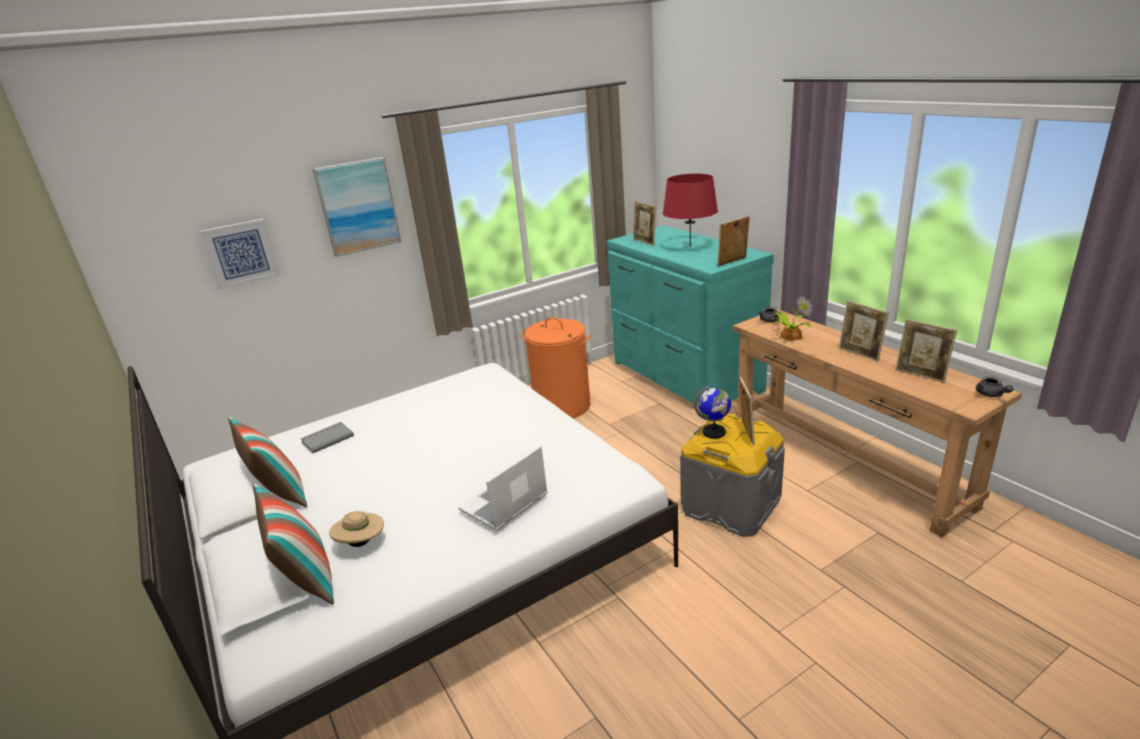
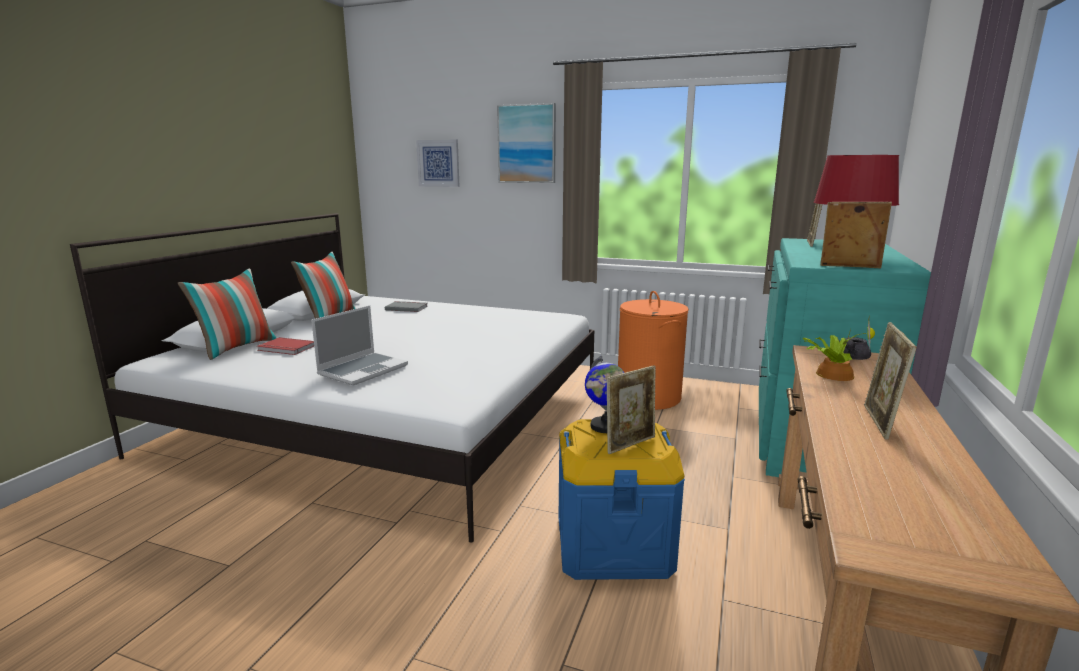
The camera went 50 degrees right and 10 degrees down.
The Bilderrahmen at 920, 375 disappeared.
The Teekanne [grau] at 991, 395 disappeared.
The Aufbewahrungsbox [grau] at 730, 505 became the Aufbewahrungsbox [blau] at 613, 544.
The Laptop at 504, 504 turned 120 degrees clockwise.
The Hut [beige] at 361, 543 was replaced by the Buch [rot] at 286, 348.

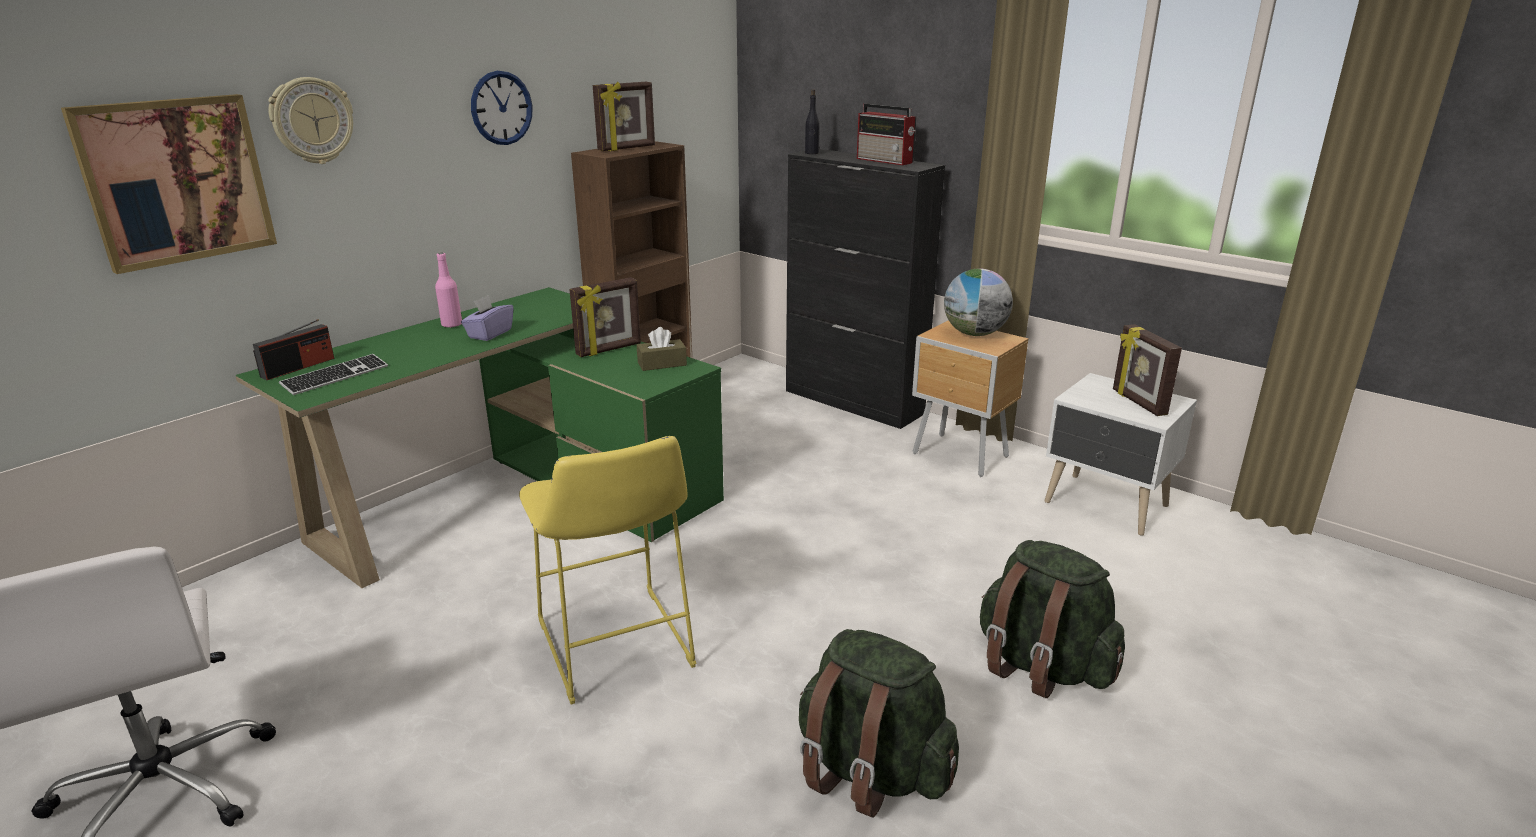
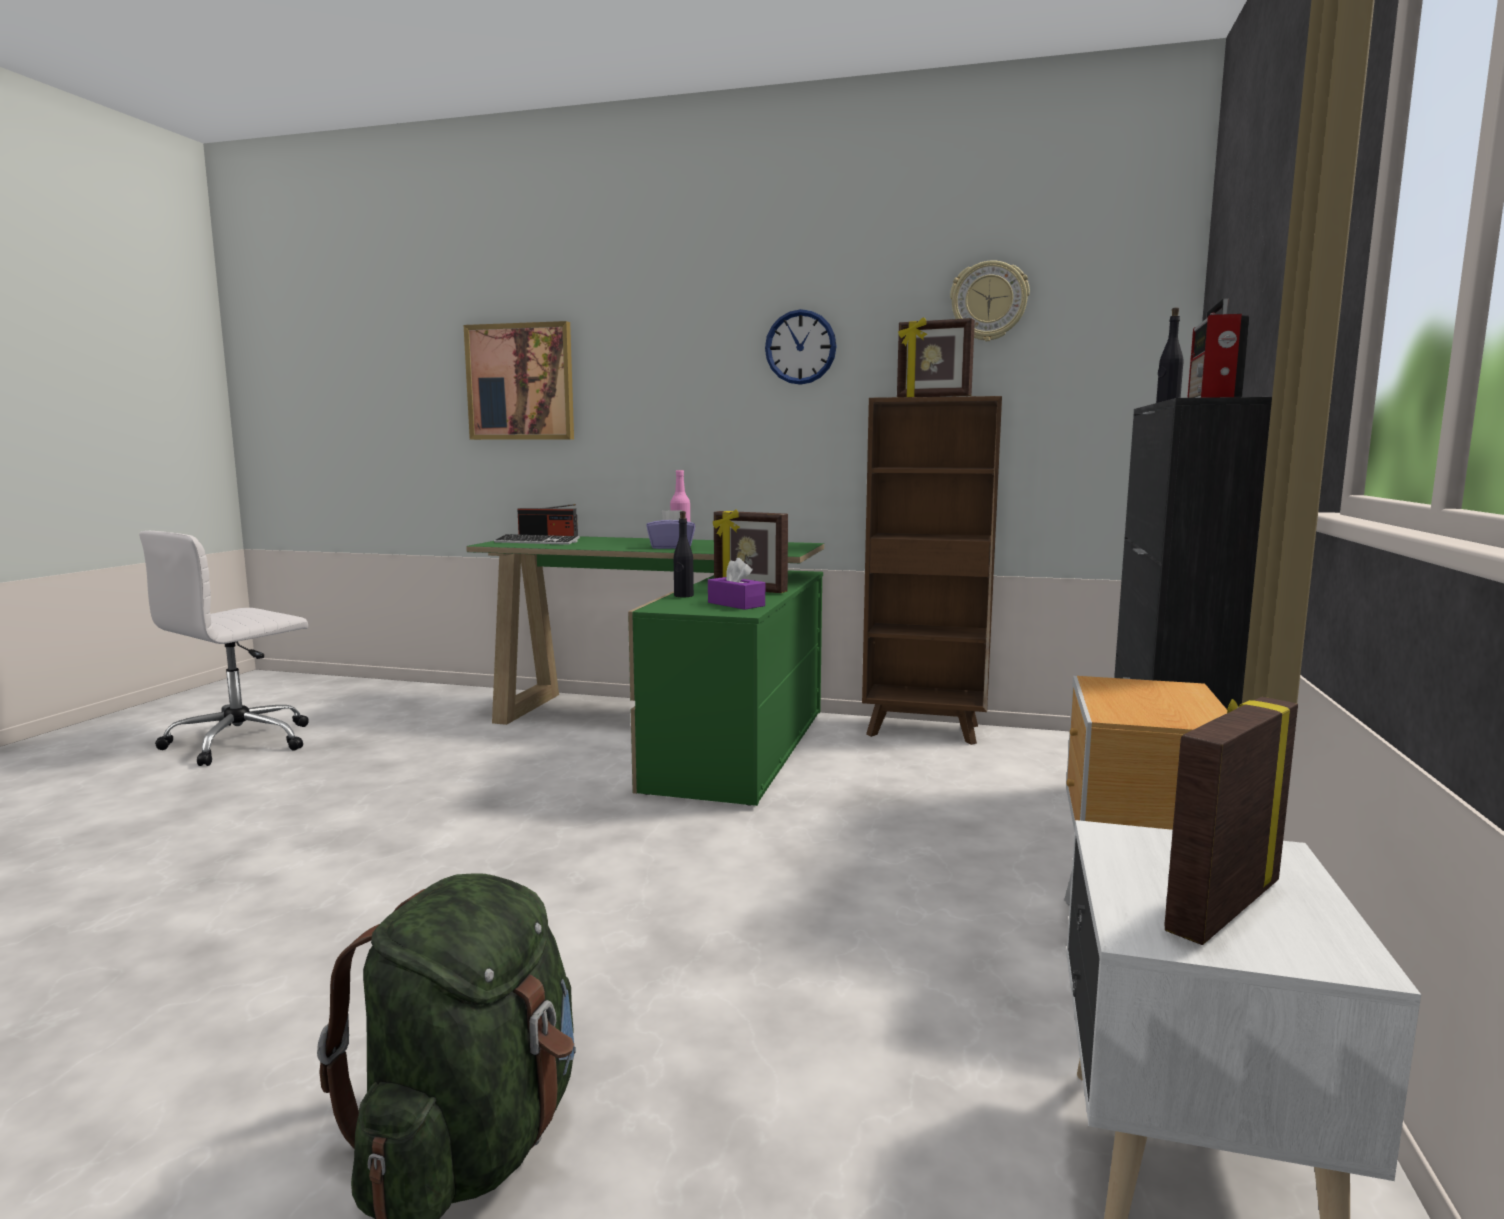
The camera went 65 degrees right and 15 degrees down.
The Wanduhr moved from 312, 120 to 989, 301.
The Globus at 974, 334 disappeared.
The Taschentuchbox [braun] at 662, 364 became the Taschentuchbox [lila] at 736, 604.
The Hocker [gelb] at 616, 650 disappeared.
The Rucksack [grün] at 870, 771 disappeared.
The Flasche [schwarz] at 683, 596 appeared.

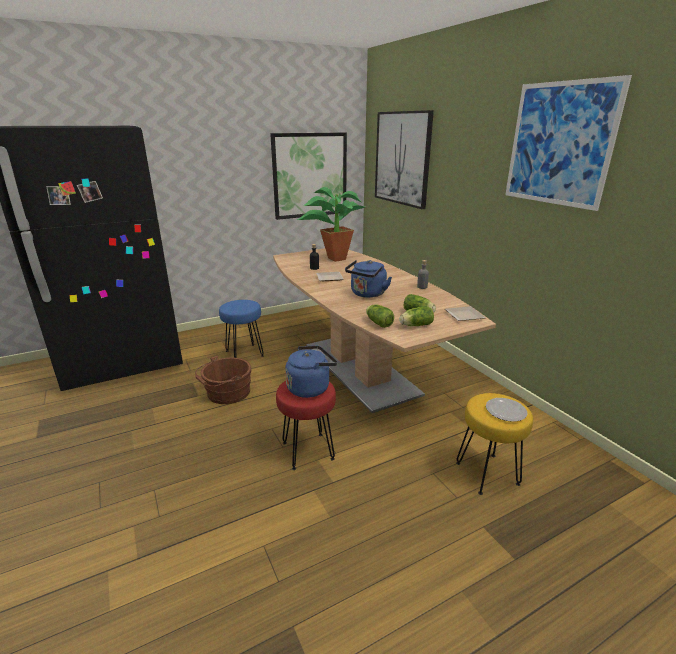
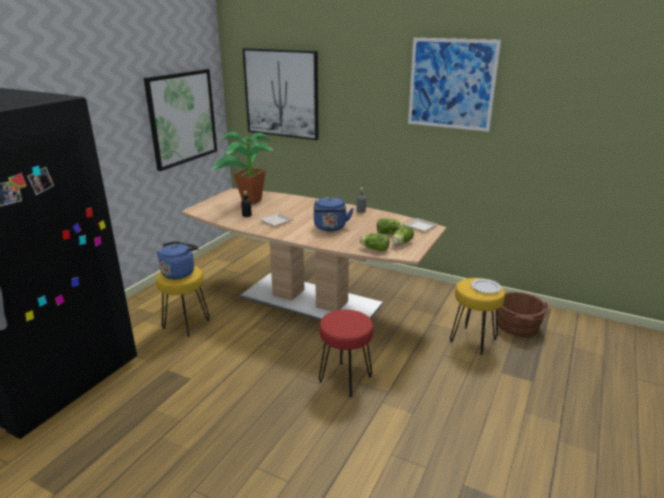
The camera went 35 degrees left and 0 degrees up.
The Hocker [blau] at 244, 353 became the Hocker [gelb] at 185, 324.
The Wasserkessel [blau] moved from 310, 387 to 179, 272.
The Eimer [braun] moved from 226, 393 to 518, 326.

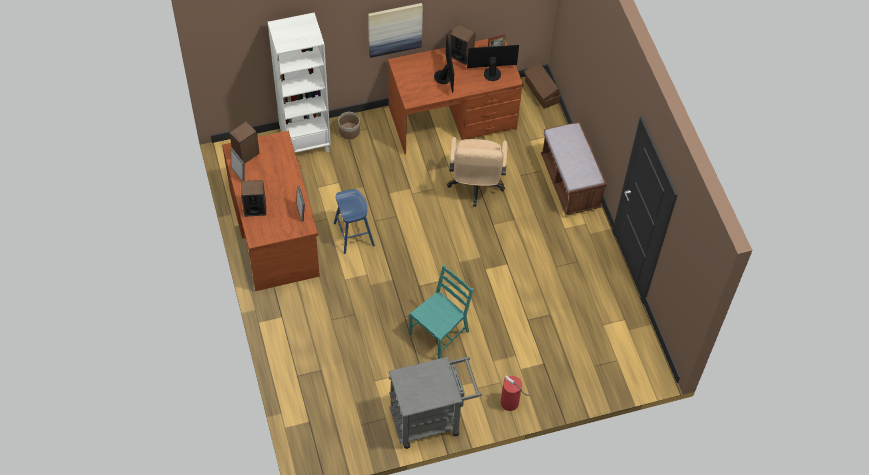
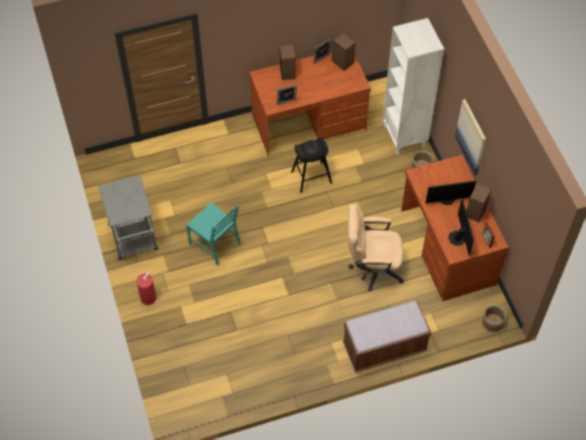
The camera went 90 degrees right and 0 degrees up.
The Aufbewahrungsbox [braun] at 541, 92 was replaced by the Pflanzkübel at 492, 323.
The Hocker [blau] at 354, 234 became the Hocker [schwarz] at 311, 177.

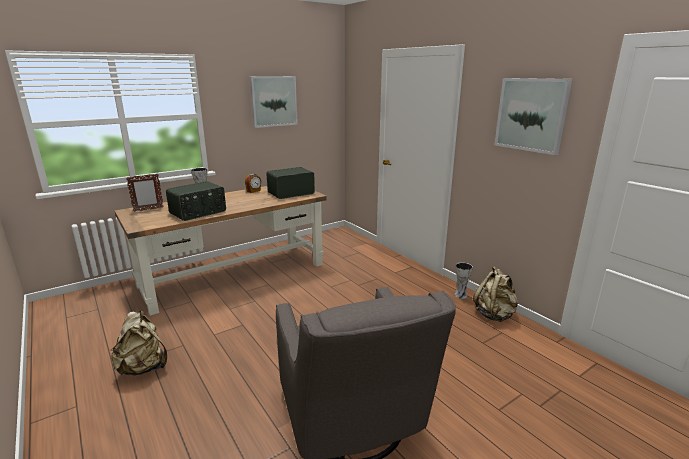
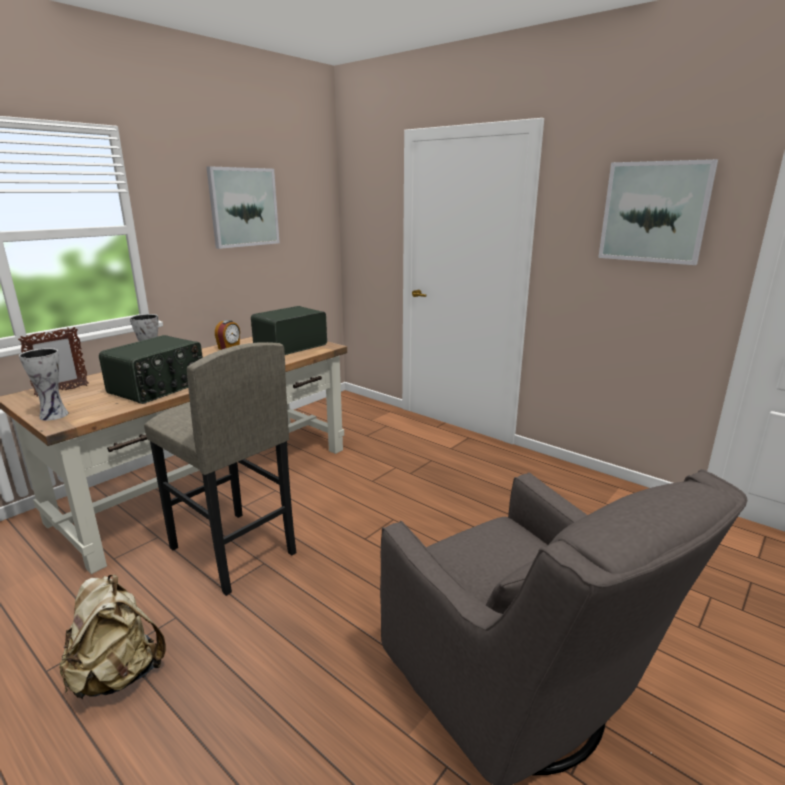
The camera went 15 degrees left and 0 degrees up.
The Vase moved from 461, 295 to 55, 415.
The Rucksack [beige] at 494, 314 disappeared.
The Hocker [grau] at 232, 551 appeared.

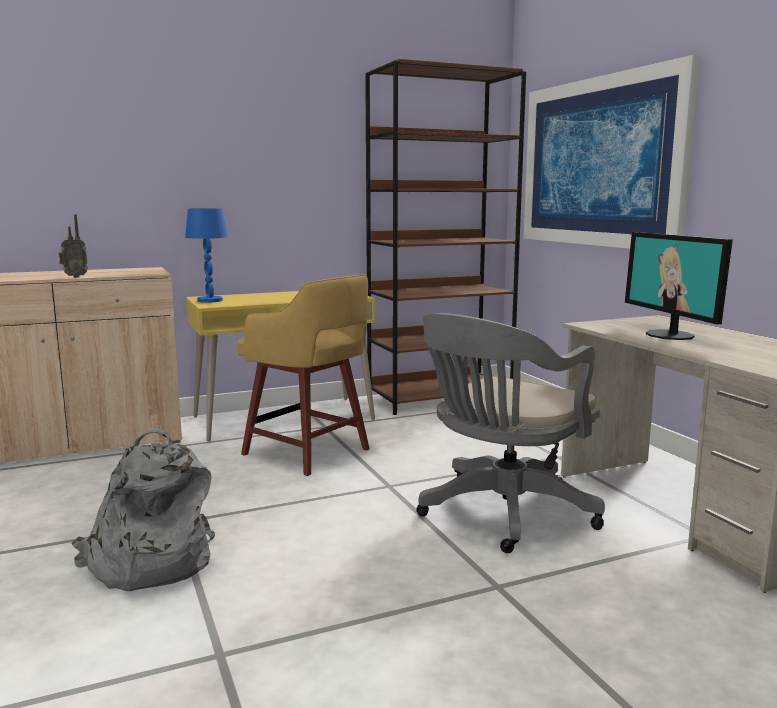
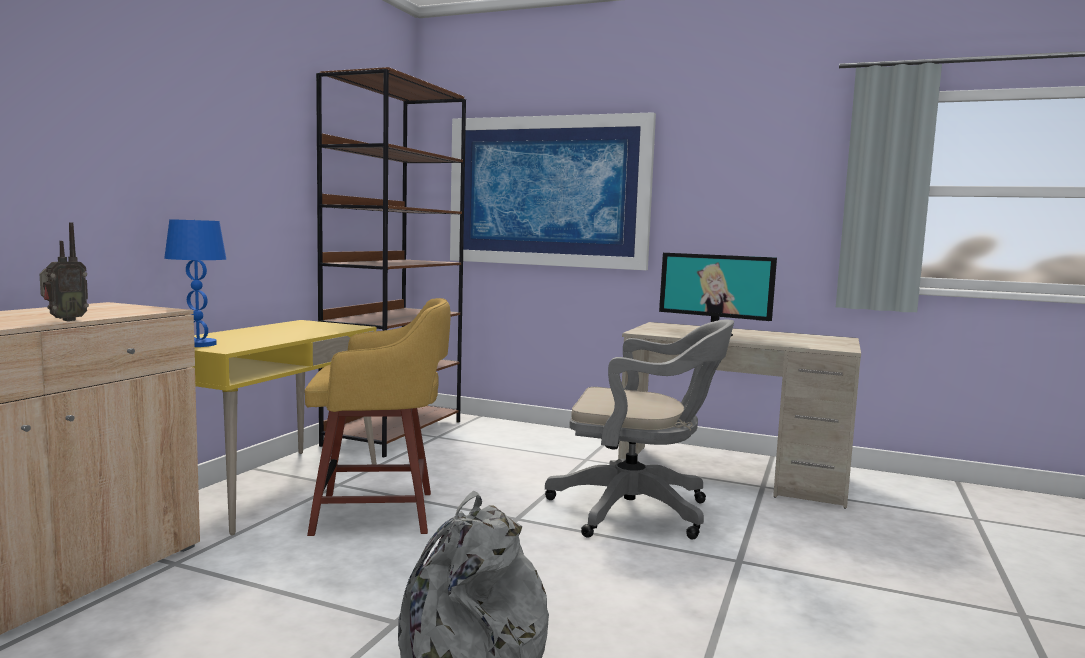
The camera went 45 degrees left and 5 degrees down.
The Bürostuhl [grau] at 502, 514 turned 75 degrees counterclockwise.

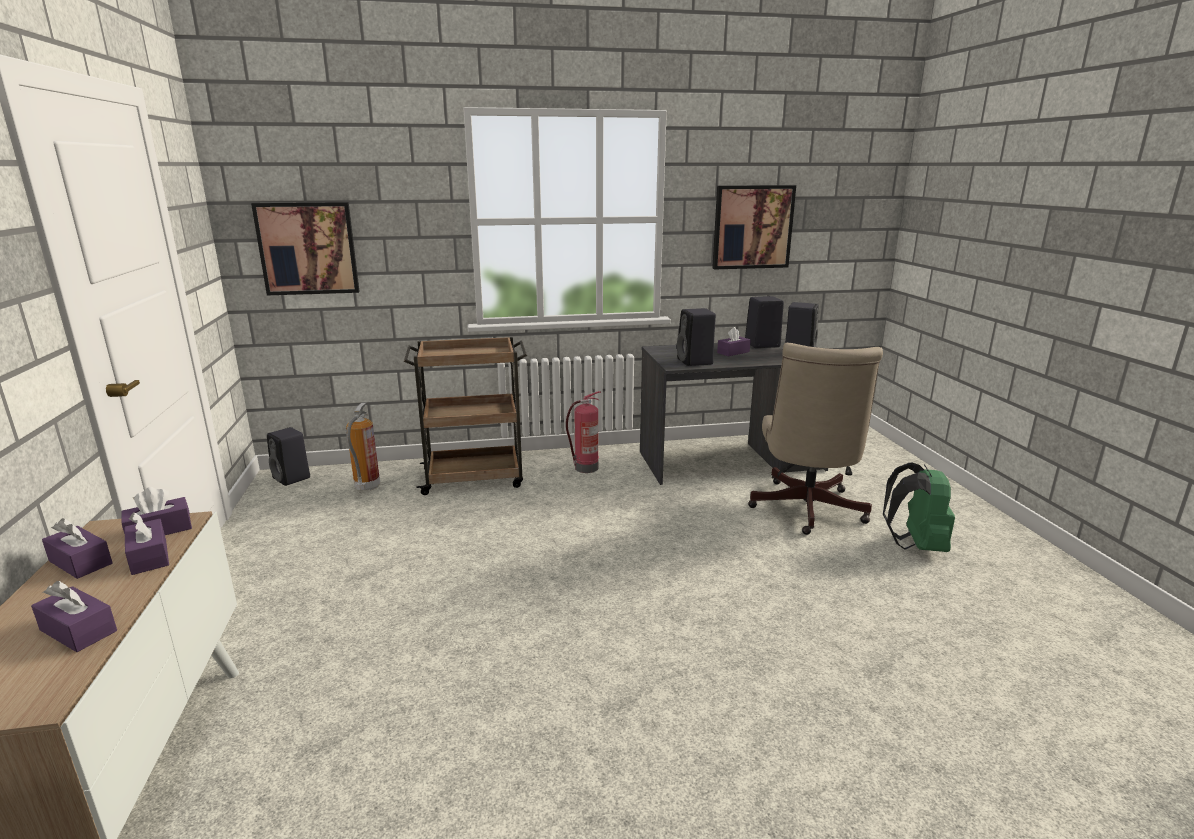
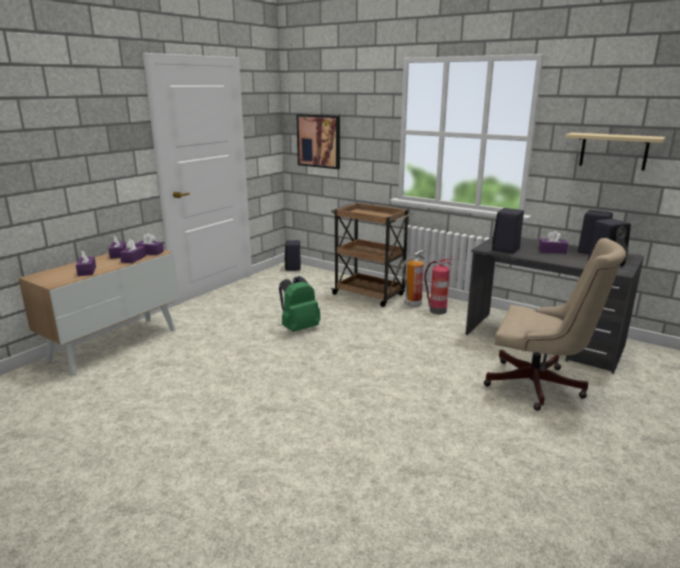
The camera went 45 degrees right and 0 degrees up.
The Bild at 752, 227 was replaced by the Wandregal [beige] at 613, 151.
The Bürostuhl [beige] at 806, 511 turned 120 degrees counterclockwise.
The Feuerlöscher moved from 367, 487 to 412, 305.
The Rucksack [grün] moved from 915, 545 to 299, 328.

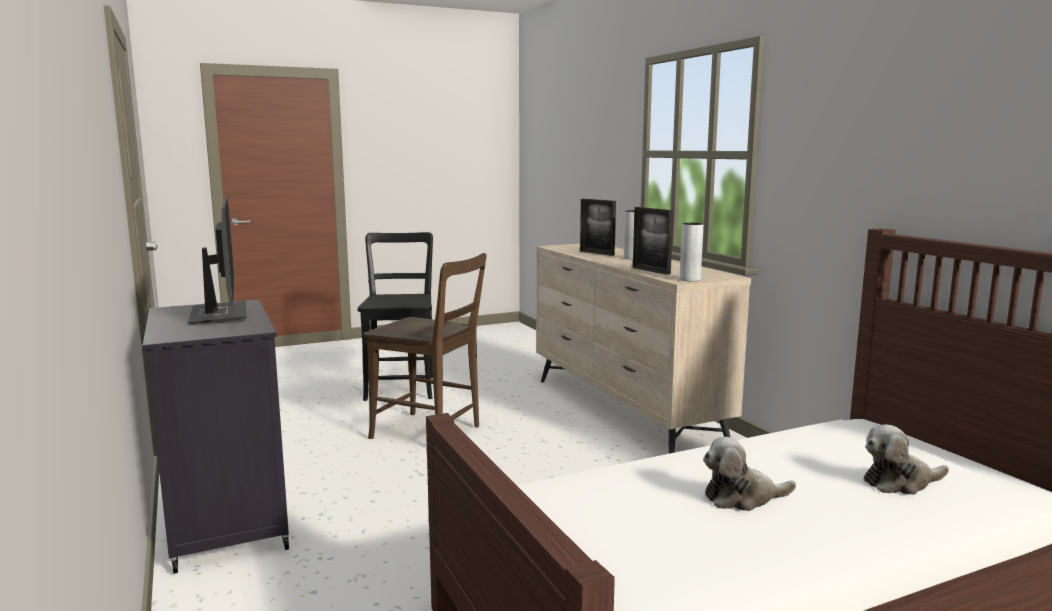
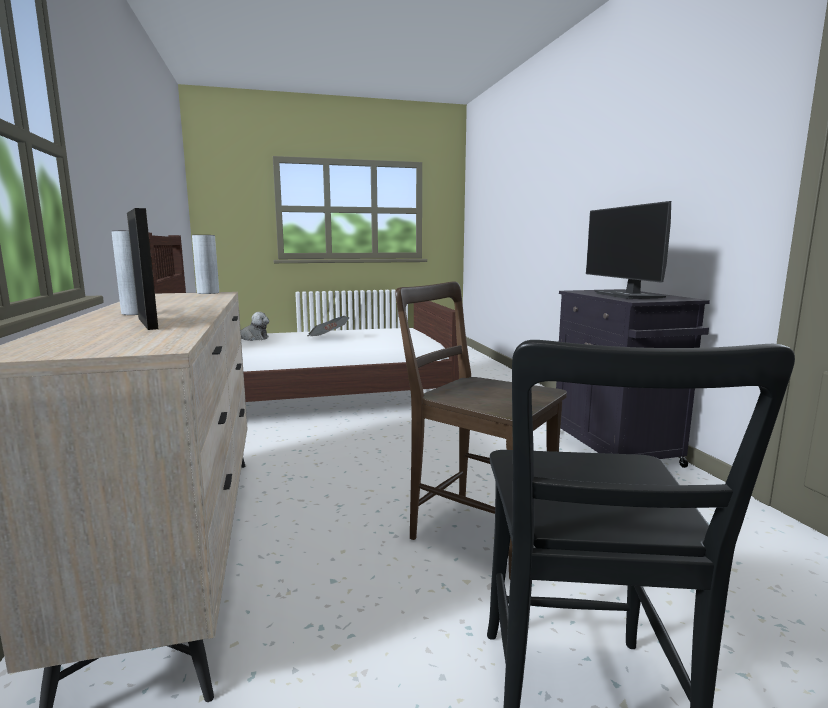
The camera went 170 degrees left and 0 degrees up.
The Bilderrahmen at 651, 271 disappeared.
The Plüschtier at 742, 498 was replaced by the Zeitung at 328, 338.

